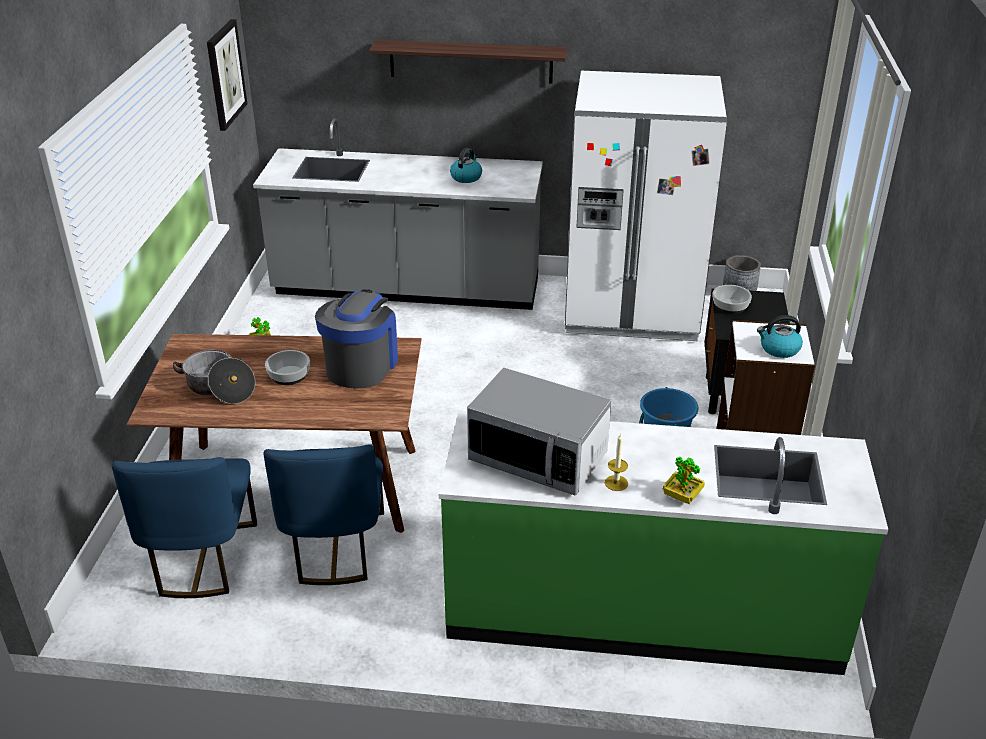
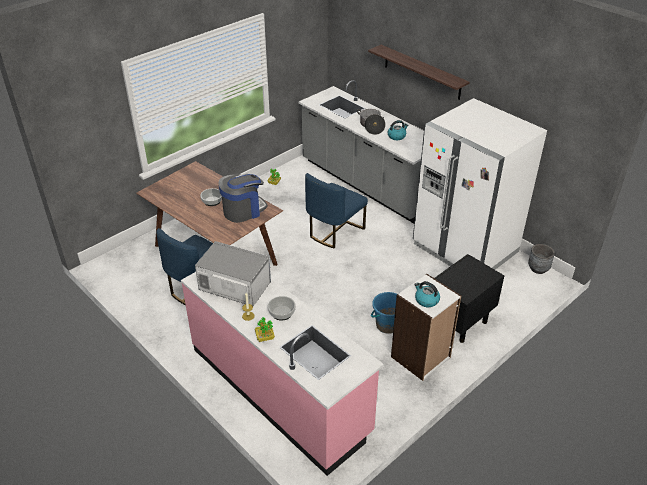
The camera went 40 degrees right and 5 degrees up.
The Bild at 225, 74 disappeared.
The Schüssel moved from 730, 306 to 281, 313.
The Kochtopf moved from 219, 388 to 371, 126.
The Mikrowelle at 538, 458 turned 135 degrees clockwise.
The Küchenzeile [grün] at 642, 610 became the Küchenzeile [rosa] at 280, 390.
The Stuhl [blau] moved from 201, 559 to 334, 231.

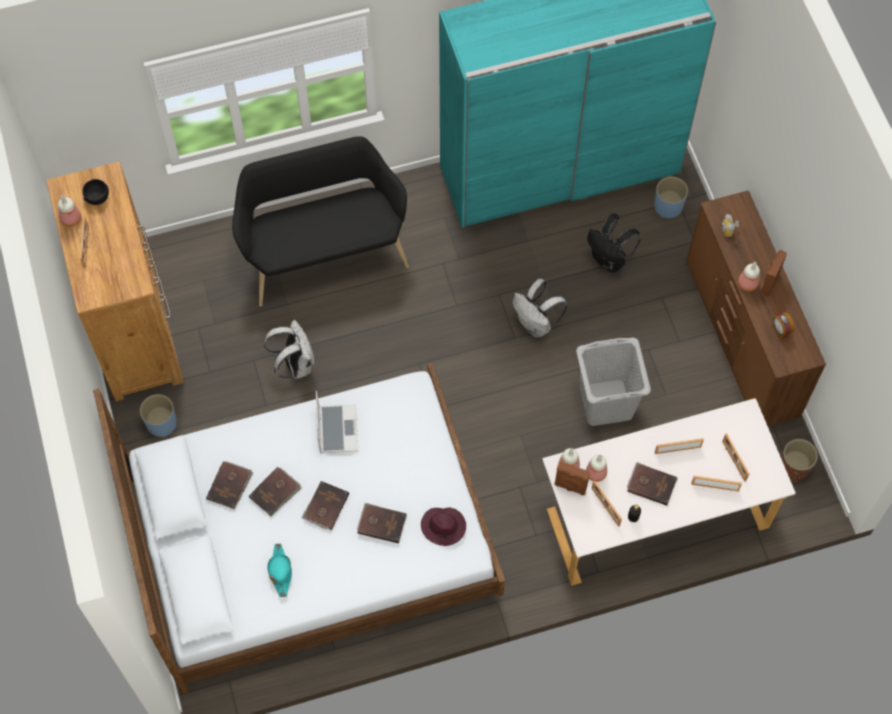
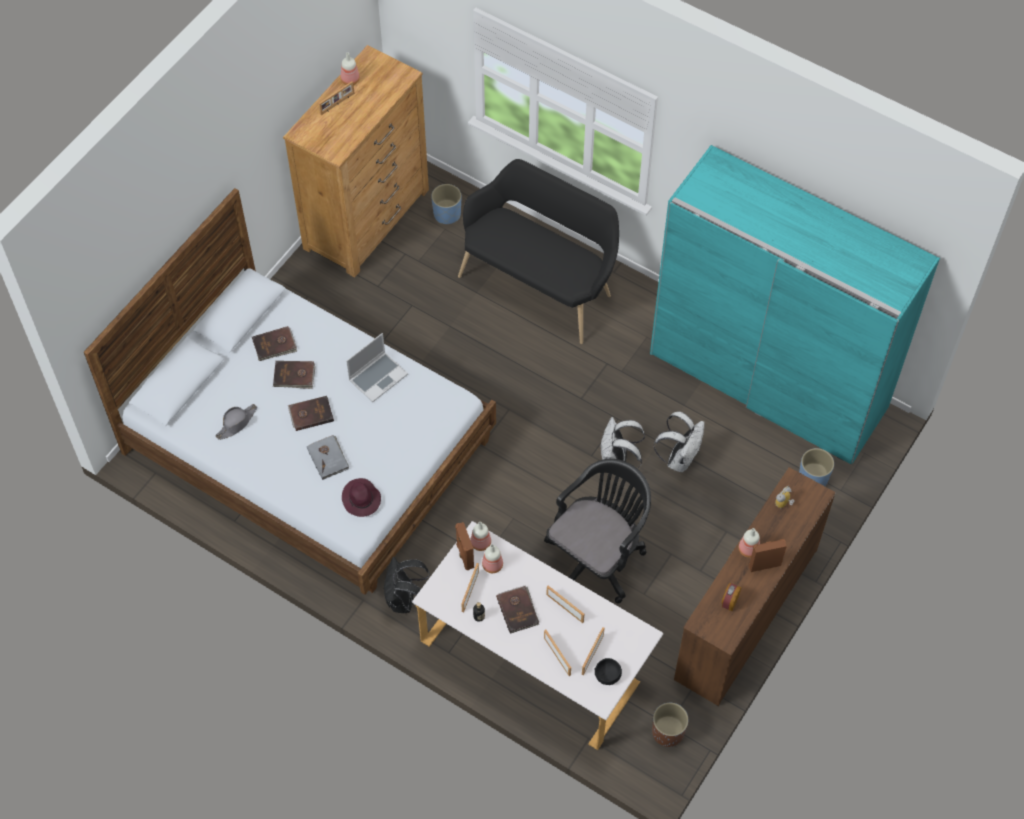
The camera went 50 degrees right and 5 degrees down.
The Schüssel [schwarz] moved from 97, 197 to 607, 675.
The Rucksack [schwarz] moved from 610, 260 to 404, 600.
The Rucksack [weiß] moved from 295, 364 to 679, 458.
The Wäschekorb [grau] at 606, 402 was replaced by the Bürostuhl [schwarz] at 597, 557.
The Pflanzkübel [blau] moved from 162, 423 to 447, 214.
The Buch [braun] at 381, 523 became the Buch [grau] at 328, 458.
The Hut [türkis] at 280, 571 became the Hut [grau] at 237, 423.

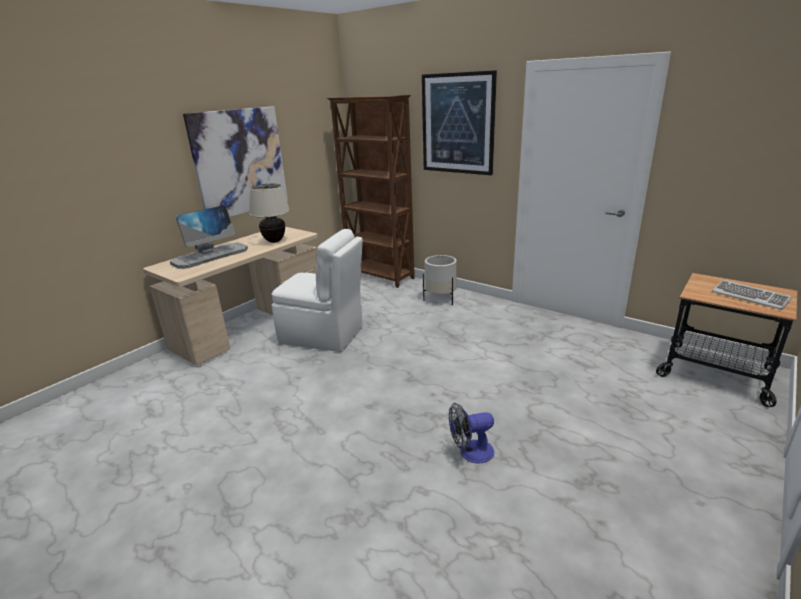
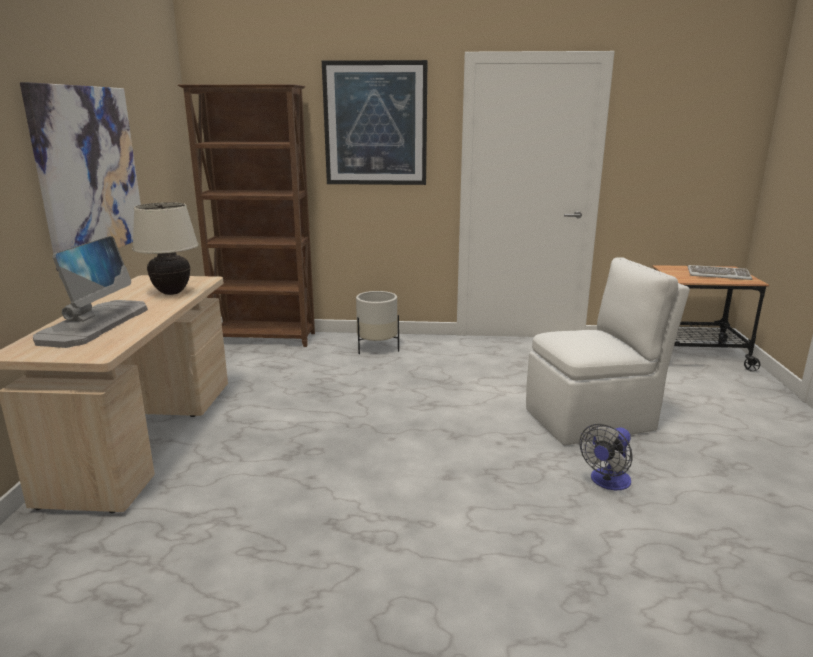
The camera went 35 degrees left and 5 degrees down.
The Stuhl [weiß] moved from 323, 336 to 592, 419.

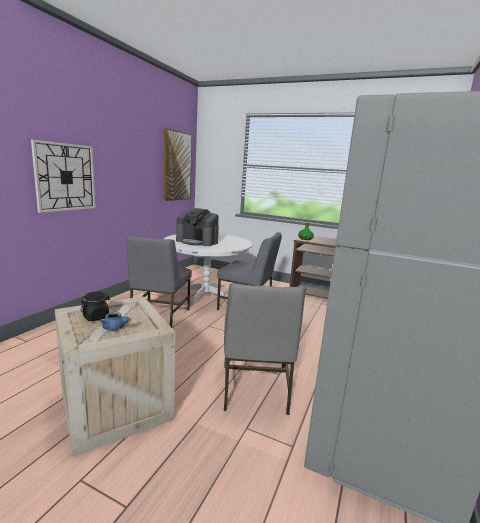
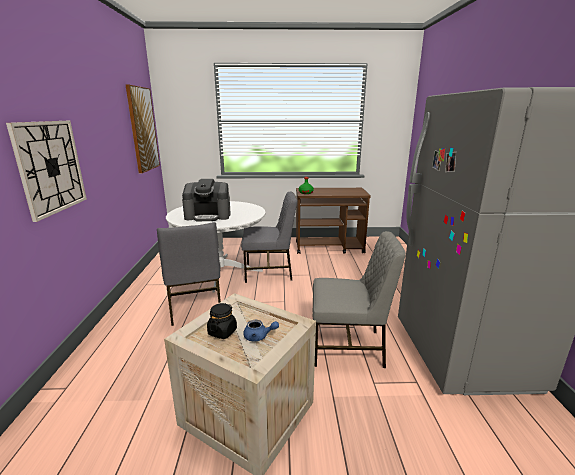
The camera went 25 degrees left and 5 degrees up.
The Stuhl [grau] at 254, 389 turned 60 degrees counterclockwise.

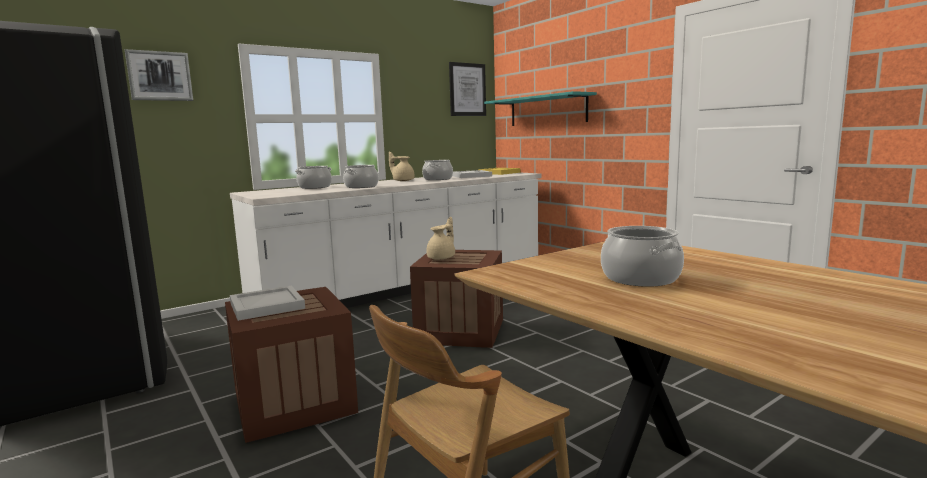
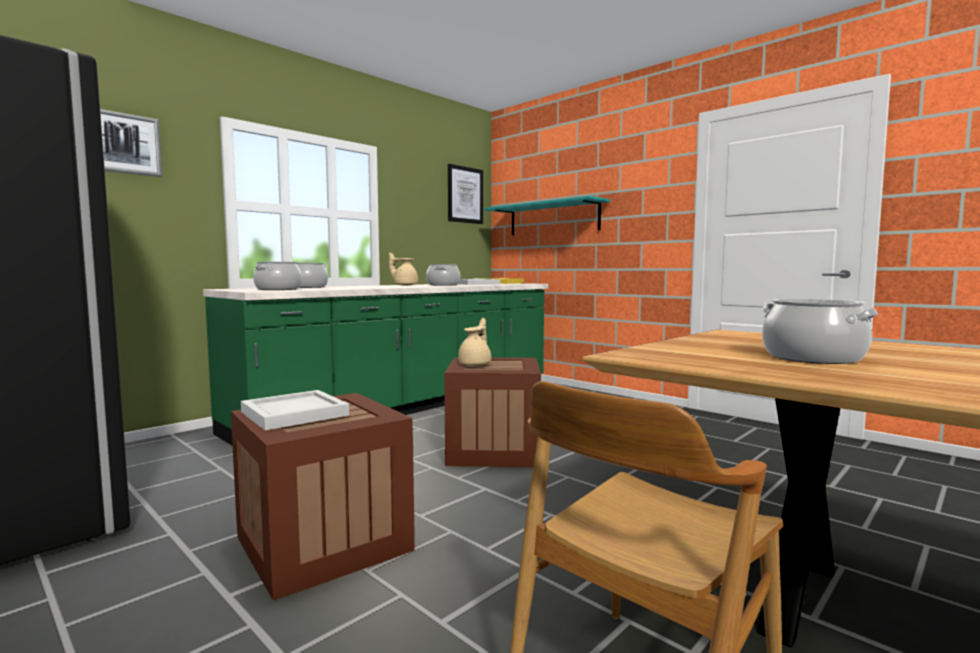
The camera went 10 degrees left and 5 degrees down.
The Kochtopf moved from 361, 186 to 278, 289.
The Küchenzeile [weiß] at 408, 286 became the Küchenzeile [grün] at 408, 406.

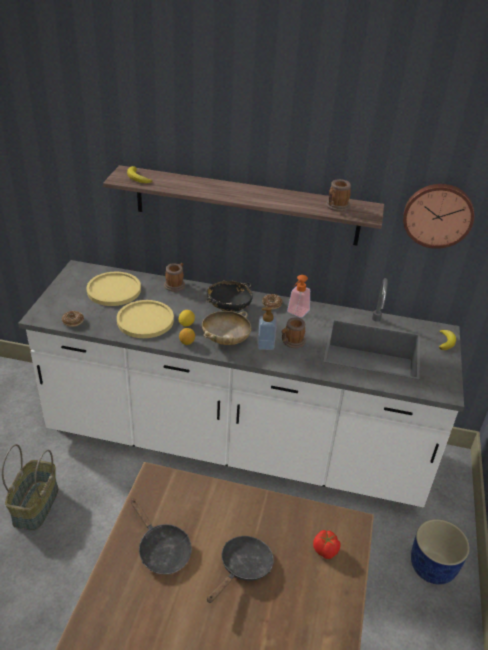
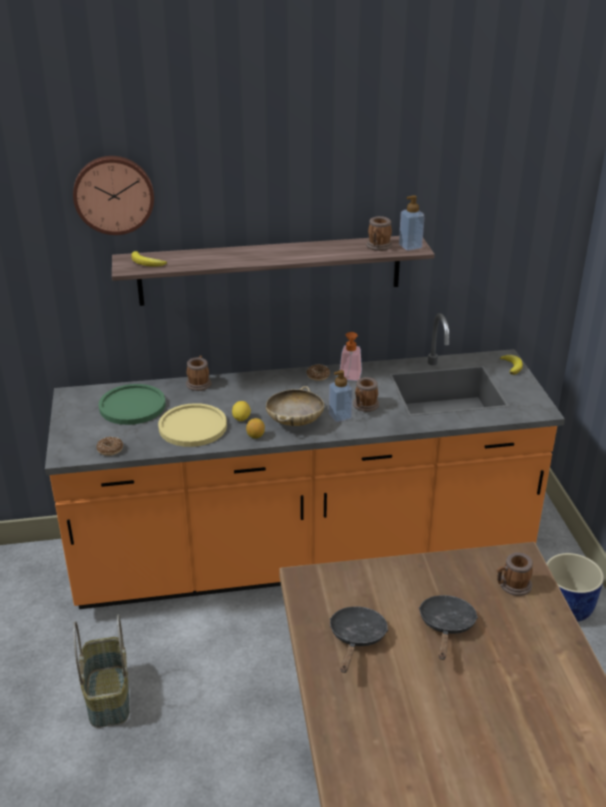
The camera went 20 degrees left and 5 degrees down.
The Wanduhr moved from 438, 214 to 114, 194.
The Küchenzeile [weiß] at 236, 444 became the Küchenzeile [orange] at 303, 558.
The Teller [gelb] at 114, 290 became the Teller [grün] at 132, 406.
The Schüssel [schwarz] at 228, 307 disappeared.
The Pfanne [schwarz] at 161, 549 turned 105 degrees counterclockwise.
The Tomate at 325, 551 was replaced by the Henkelbecher at 512, 586.
The Seifenspender at 410, 246 appeared.

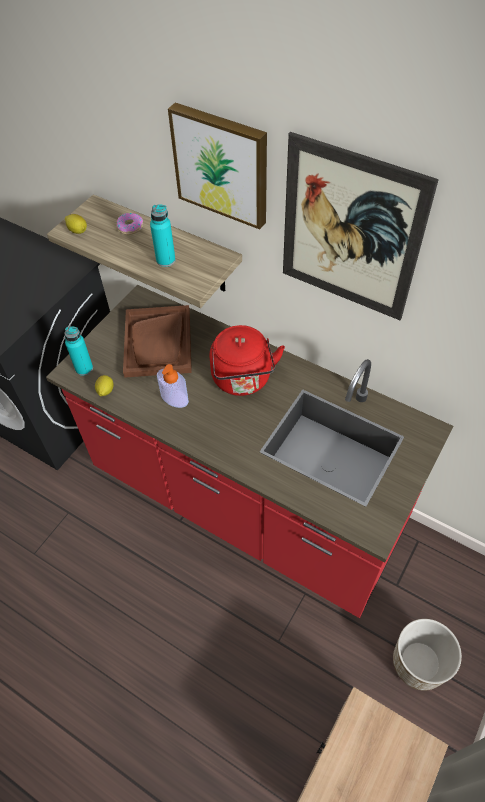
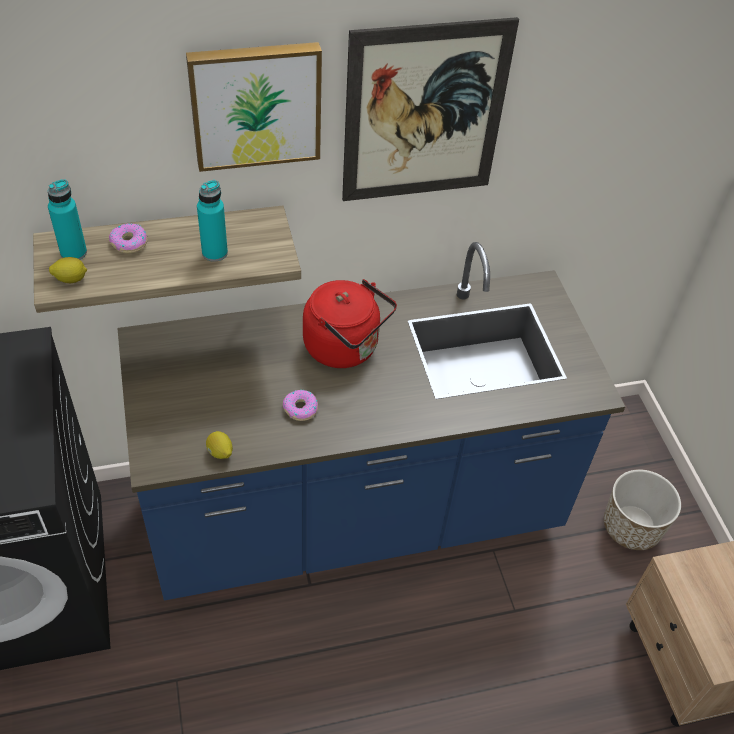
The camera went 50 degrees left and 5 degrees down.
The Küchenzeile [rot] at 246, 501 became the Küchenzeile [blau] at 355, 514.
The Tablett [braun] at 158, 343 disappeared.
The Flasche [türkis] moved from 84, 368 to 73, 253.
The Seifenspender at 174, 398 was replaced by the Donut at 300, 408.

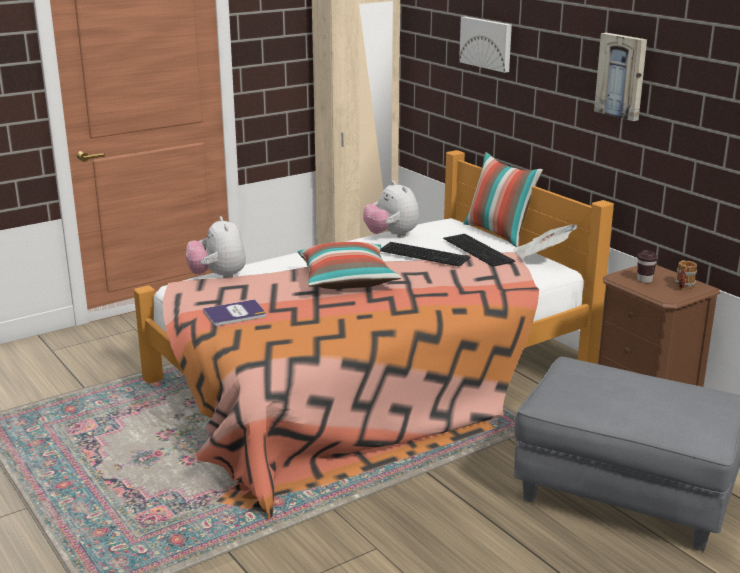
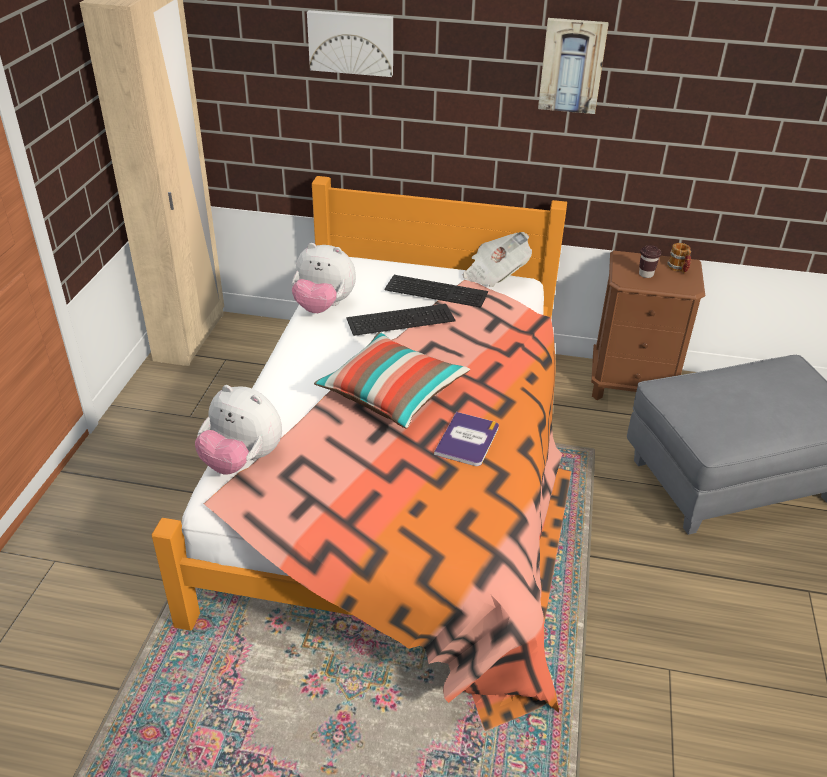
The camera went 45 degrees left and 15 degrees up.
The Kissen at 499, 233 disappeared.
The Buch moved from 235, 314 to 467, 440.

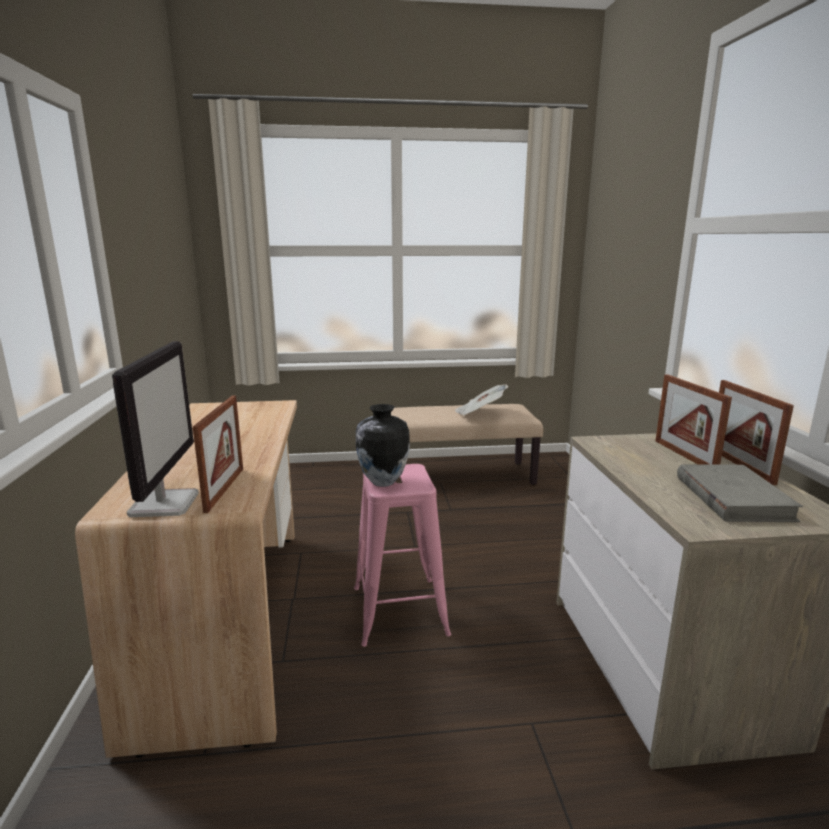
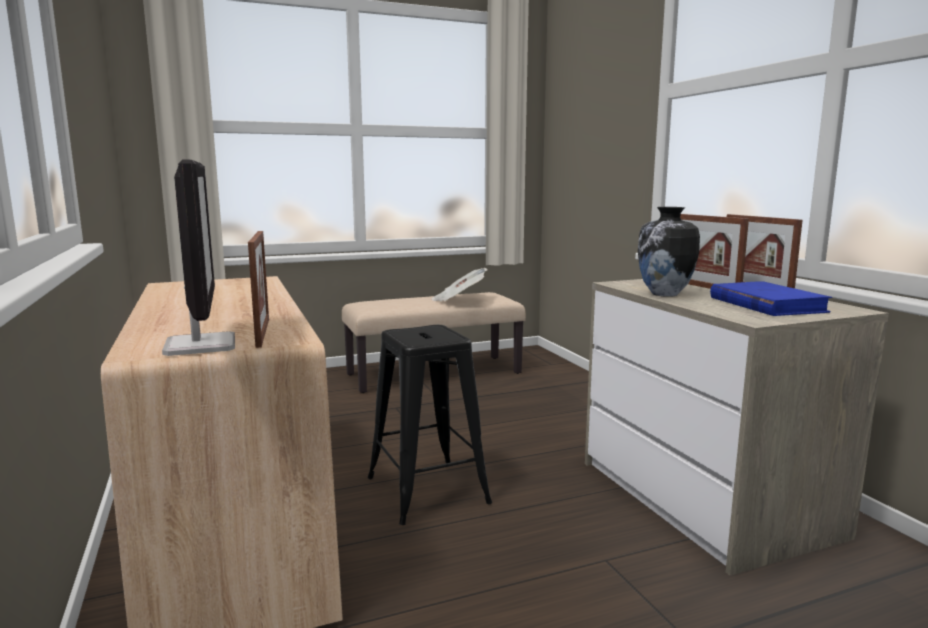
The camera went 15 degrees left and 5 degrees down.
The Vase moved from 382, 482 to 664, 294.
The Hocker [rosa] at 399, 610 became the Hocker [schwarz] at 426, 489.
The Buch [grau] at 732, 498 became the Buch [blau] at 766, 304.

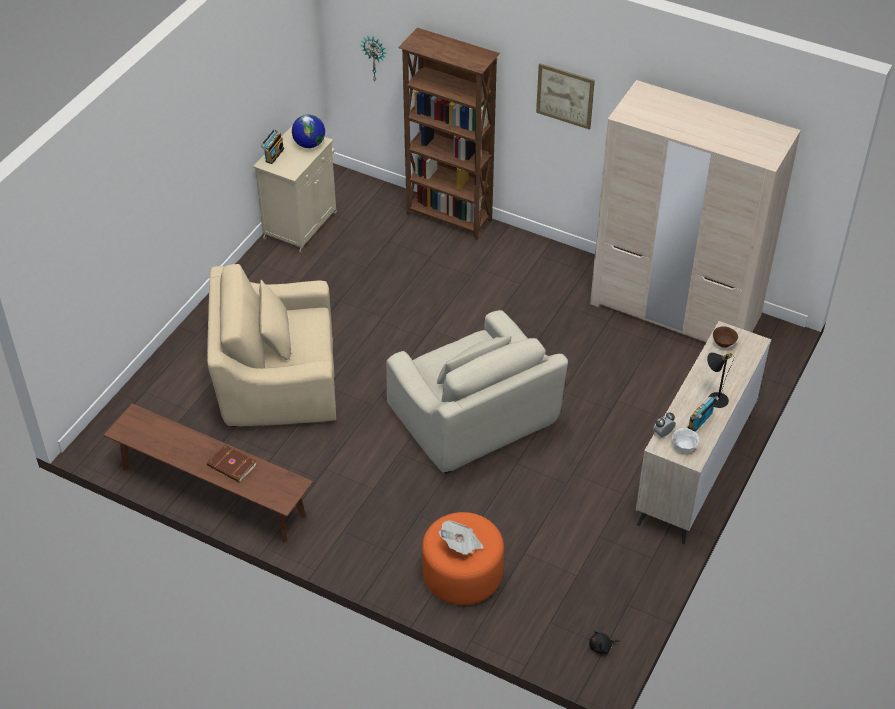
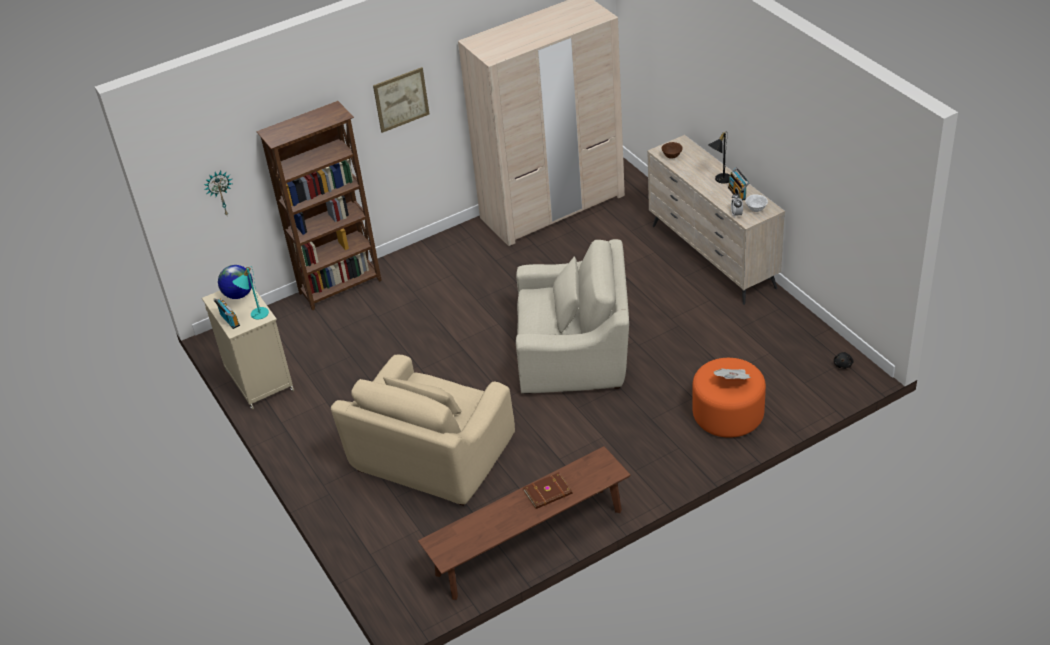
The camera went 55 degrees left and 5 degrees down.
The Tischlampe [türkis] at 256, 314 appeared.

